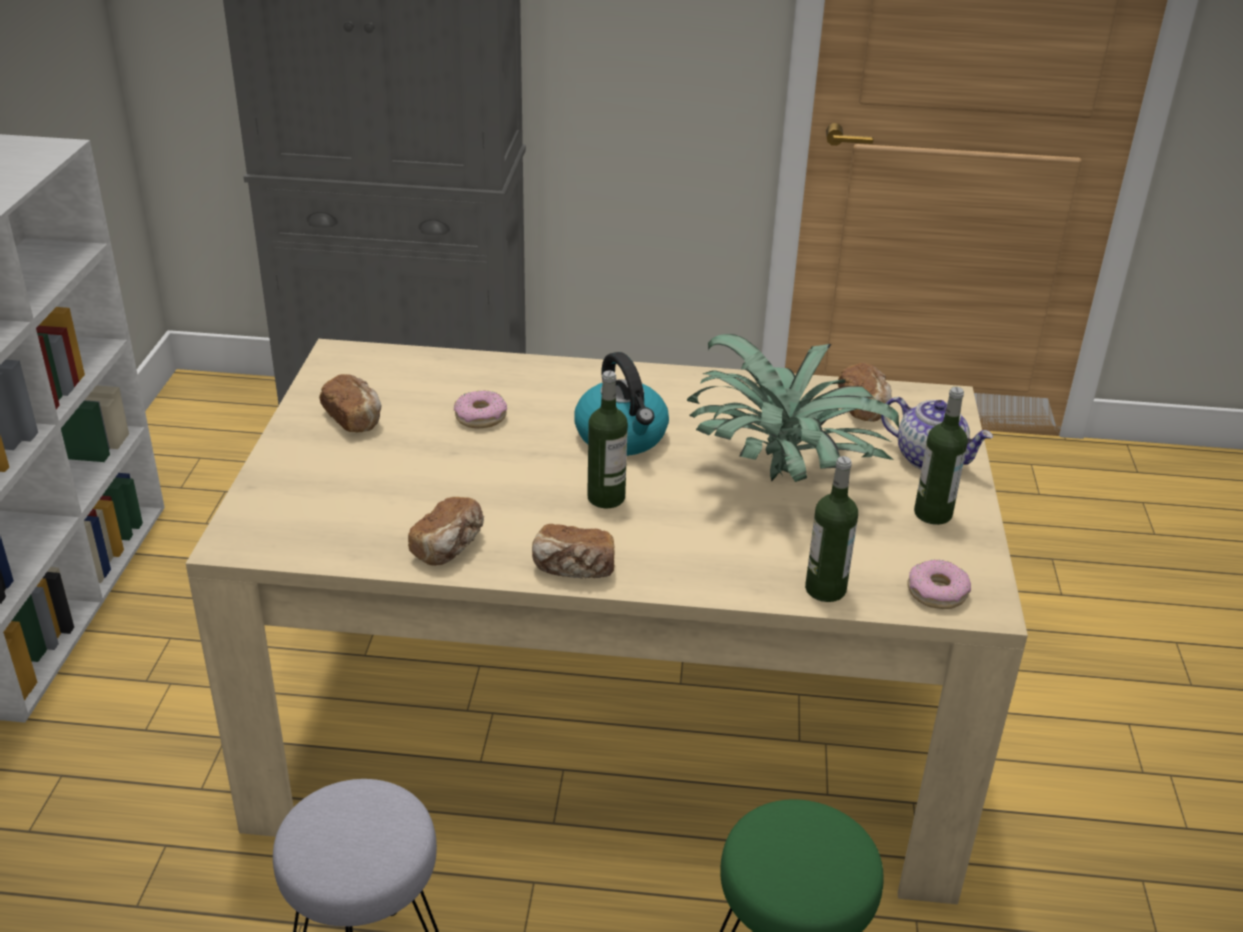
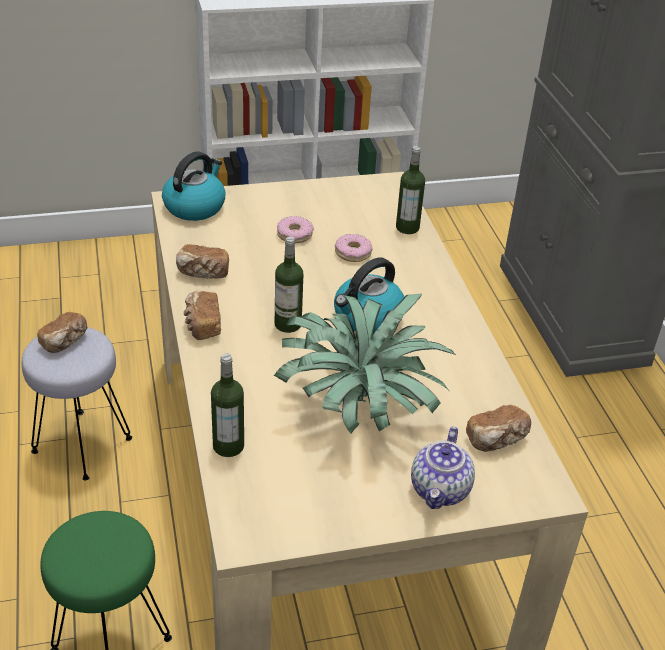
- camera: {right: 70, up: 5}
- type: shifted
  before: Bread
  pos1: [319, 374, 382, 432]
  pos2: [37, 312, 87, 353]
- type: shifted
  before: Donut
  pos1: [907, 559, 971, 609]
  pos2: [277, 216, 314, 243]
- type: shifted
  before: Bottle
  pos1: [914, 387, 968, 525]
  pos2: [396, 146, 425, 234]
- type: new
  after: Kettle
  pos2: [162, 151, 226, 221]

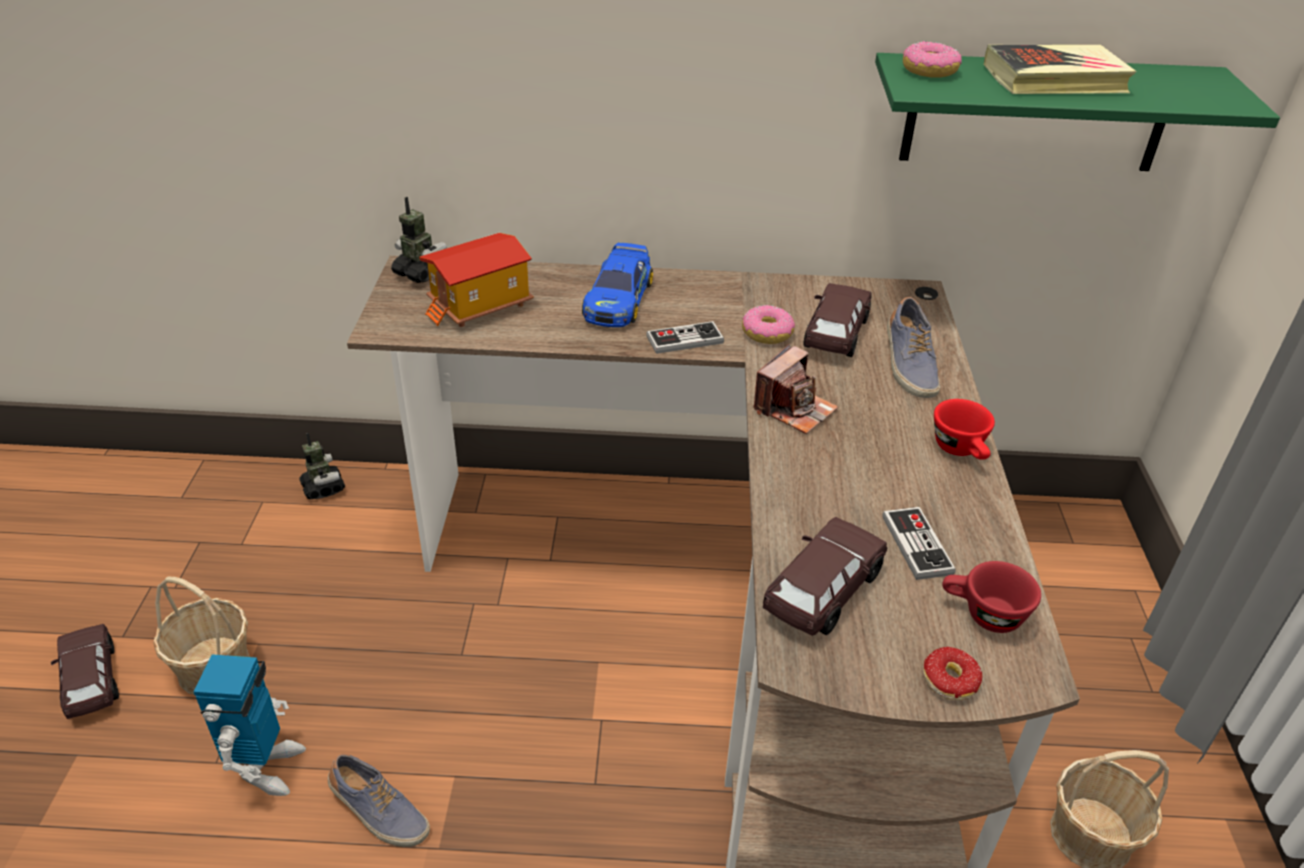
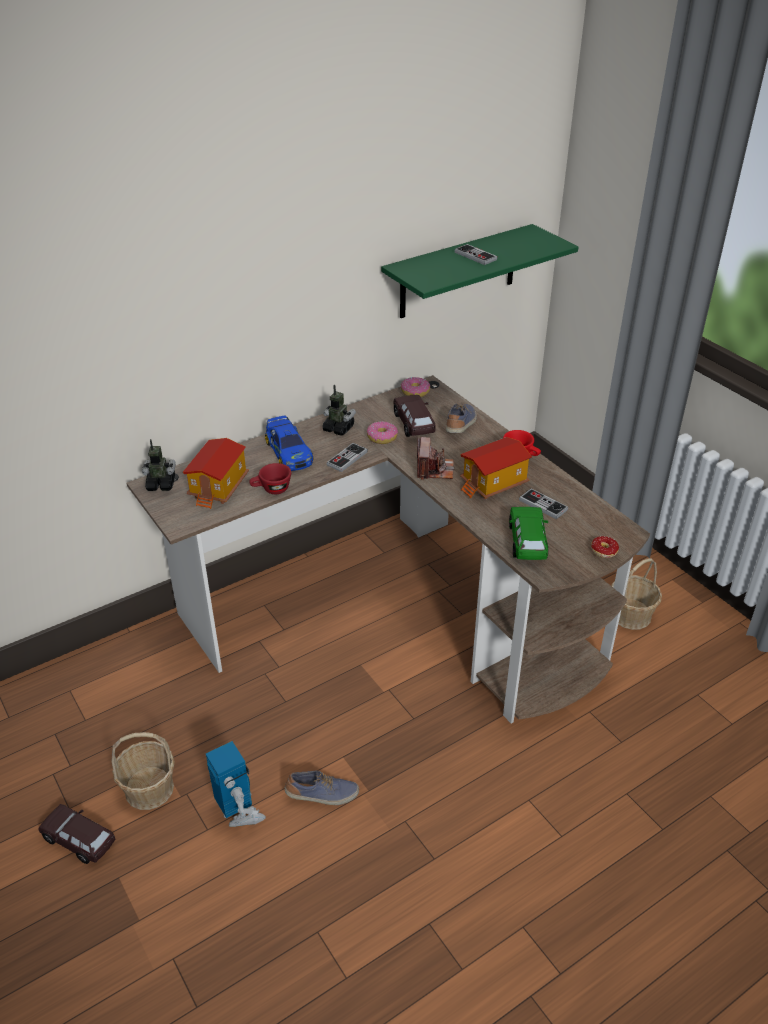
- camera: {right: -35, up: 0}
- type: shifted
  before: ToyRobot
  pos1: [299, 433, 345, 499]
  pos2: [322, 385, 356, 436]
- type: repainted
  before: BrownToyCar
  after: GreenToyCar
  pos1: [763, 517, 887, 636]
  pos2: [509, 507, 548, 560]
- type: rotated
  before: Shoe
  pos1: [887, 297, 940, 398]
  pos2: [446, 403, 477, 433]
  turn: -120
- type: shifted
  before: Donut
  pos1: [903, 41, 962, 78]
  pos2: [401, 377, 430, 397]
- type: shifted
  before: RedCup
  pos1: [942, 561, 1041, 633]
  pos2: [249, 463, 291, 494]
- type: swapped
  before: Book
  after: GameController
  pos1: [983, 45, 1137, 94]
  pos2: [455, 244, 497, 265]
- type: new
  after: ToyHouse
  pos2: [460, 437, 532, 499]

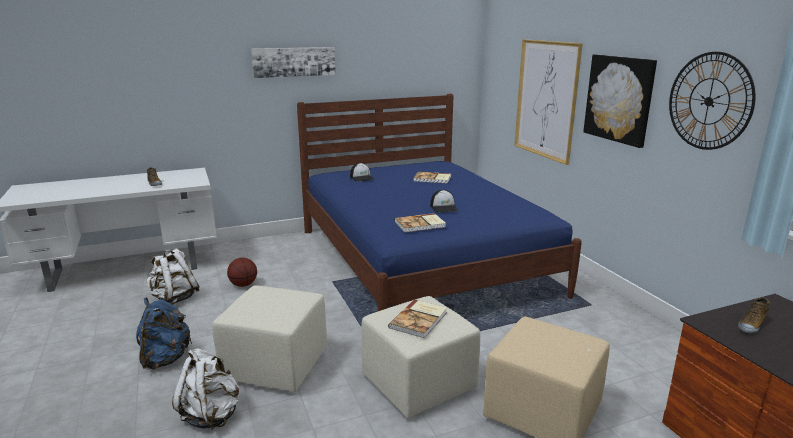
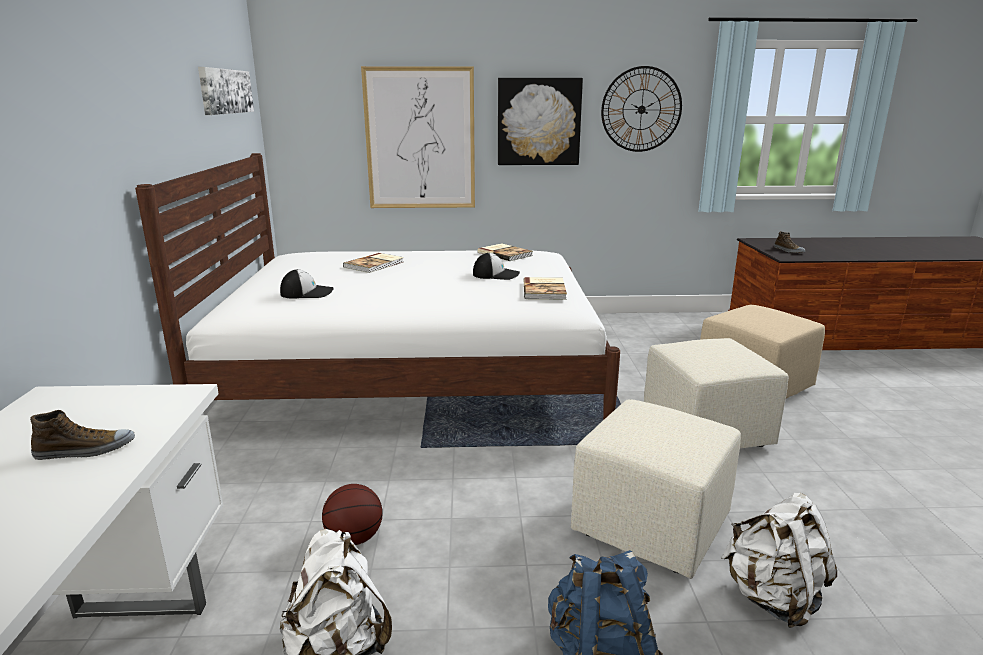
- camera: {right: -70, up: 0}
- type: shifted
  before: Picture
  pos1: [251, 47, 336, 78]
  pos2: [198, 67, 254, 115]
- type: repainted
  before: BlueBed
  after: WhiteBed
  pos1: [297, 94, 582, 311]
  pos2: [135, 153, 620, 420]
- type: shifted
  before: Book
  pos1: [388, 299, 447, 338]
  pos2: [477, 243, 533, 261]

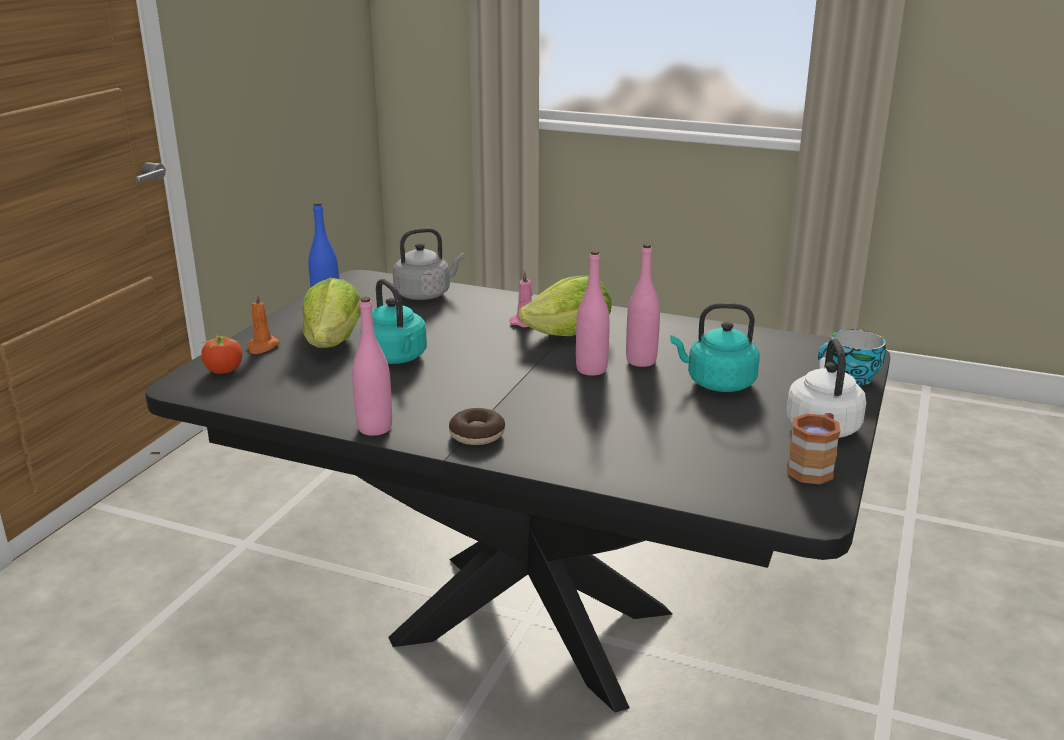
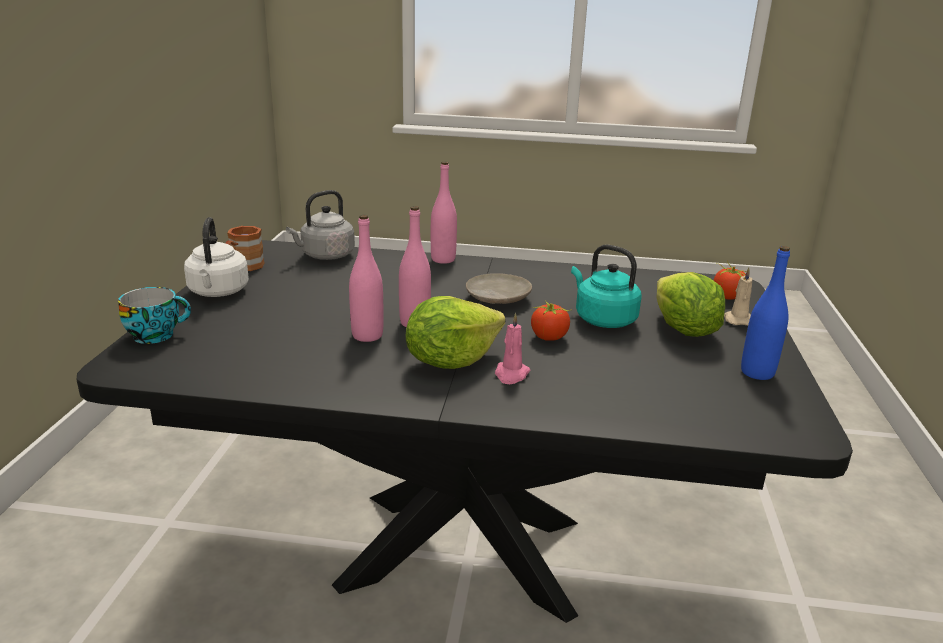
- camera: {right: 165, up: 0}
- type: repainted
  before: OrangeCandle
  after: BeigeCandle
  pos1: [247, 292, 280, 354]
  pos2: [724, 267, 752, 326]
- type: shifted
  before: PinkBottle
  pos1: [352, 297, 392, 436]
  pos2: [431, 162, 457, 264]
- type: shifted
  before: GreyKettle
  pos1: [393, 228, 465, 300]
  pos2: [286, 190, 355, 260]
- type: gone
  before: Donut
  pos1: [449, 408, 505, 445]
- type: gone
  before: TurquoiseKettle
  pos1: [671, 303, 760, 392]
- type: new
  after: BeigePlate
  pos2: [466, 273, 532, 304]
- type: new
  after: Tomato
  pos2: [531, 300, 570, 341]

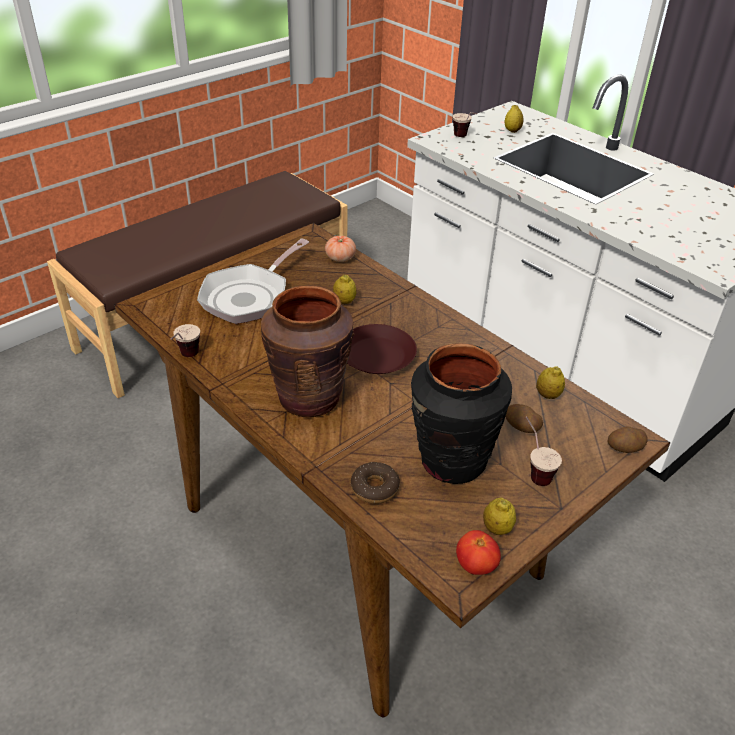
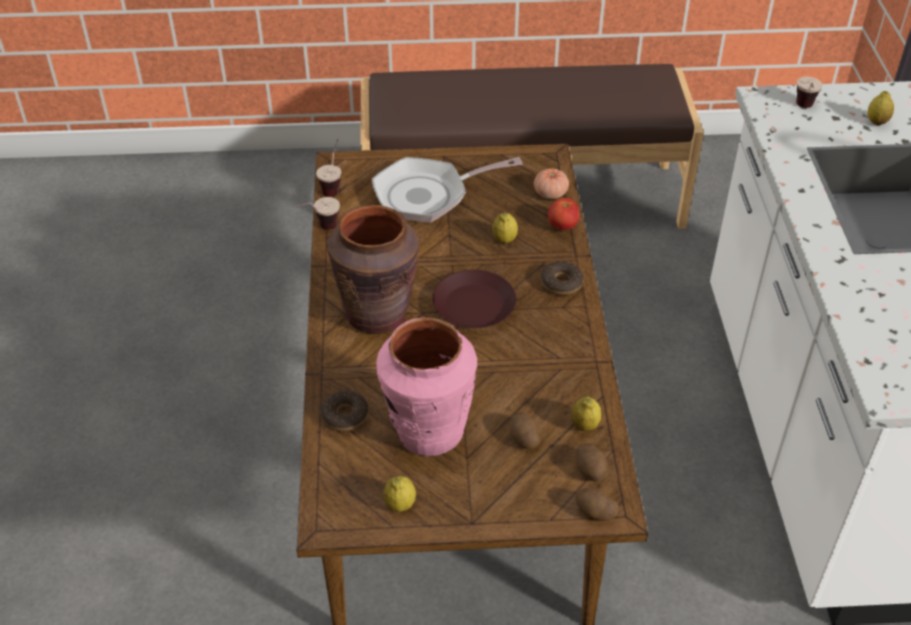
- camera: {right: 40, up: 5}
- type: repainted
  before: BlackVase
  after: PinkVase
  pos1: [411, 343, 512, 484]
  pos2: [376, 317, 477, 456]
- type: shifted
  before: Tomato
  pos1: [456, 530, 501, 575]
  pos2: [548, 198, 579, 230]
- type: shifted
  before: Cup
  pos1: [526, 416, 562, 486]
  pos2: [316, 139, 341, 196]
- type: new
  after: Donut
  pos2: [541, 261, 584, 295]
- type: new
  after: Potato
  pos2: [575, 444, 607, 481]

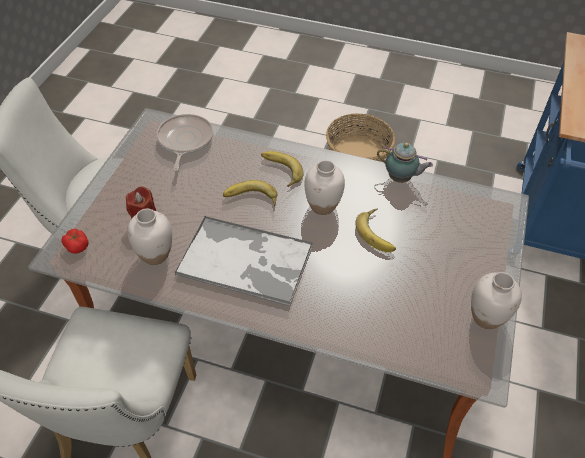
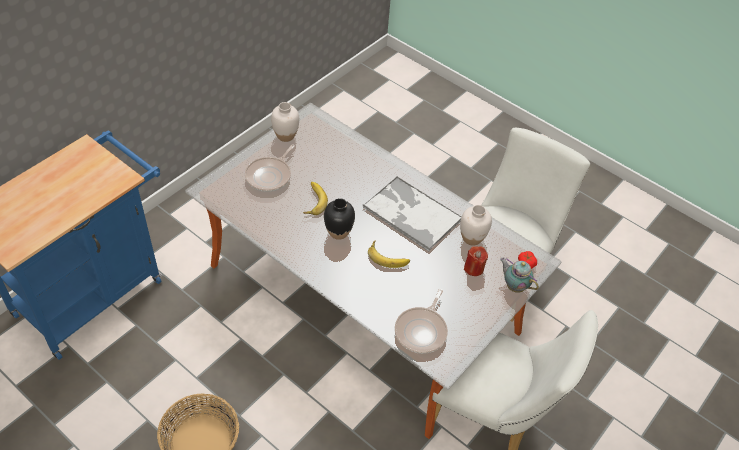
- camera: {right: -160, up: 0}
- type: gone
  before: Banana
  pos1: [261, 151, 304, 187]
- type: repainted
  before: WhiteVase
  after: BlackVase
  pos1: [304, 160, 345, 215]
  pos2: [324, 198, 355, 240]
- type: shifted
  before: Teapot
  pos1: [377, 142, 433, 183]
  pos2: [500, 258, 539, 293]
- type: new
  after: FryingPan
  pos2: [245, 144, 295, 192]

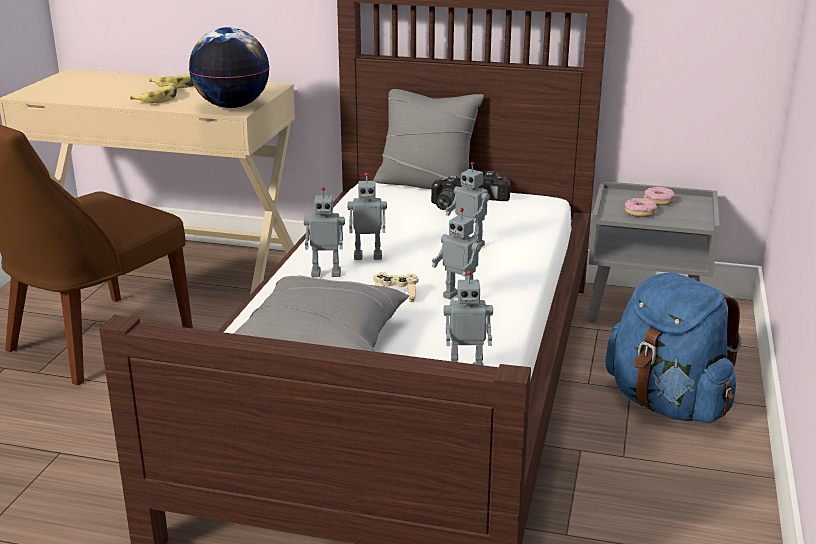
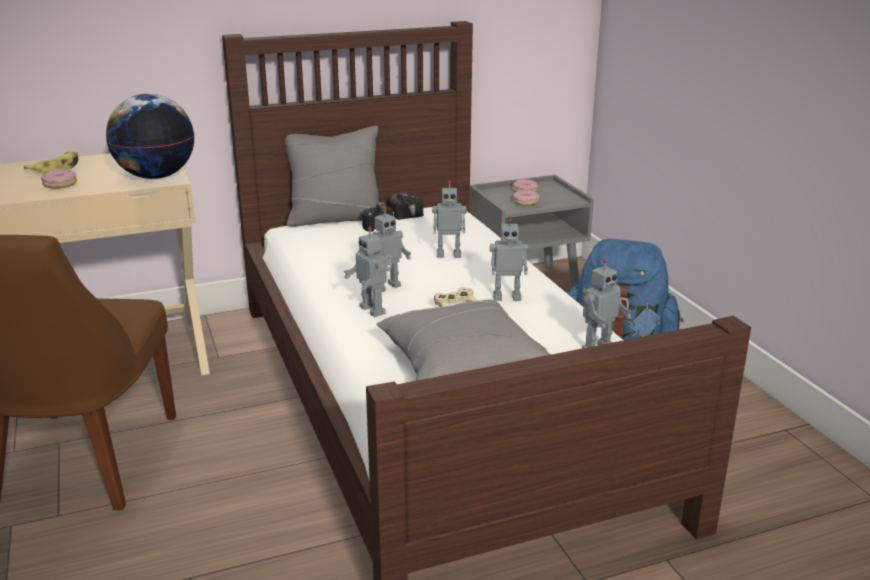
- camera: {right: -35, up: 0}
- type: swapped
  before: Banana
  after: Donut
  pos1: [130, 83, 177, 103]
  pos2: [41, 169, 77, 189]
- type: rotated
  before: ToyRobot
  pos1: [304, 187, 345, 277]
  pos2: [344, 227, 392, 317]
  turn: 90

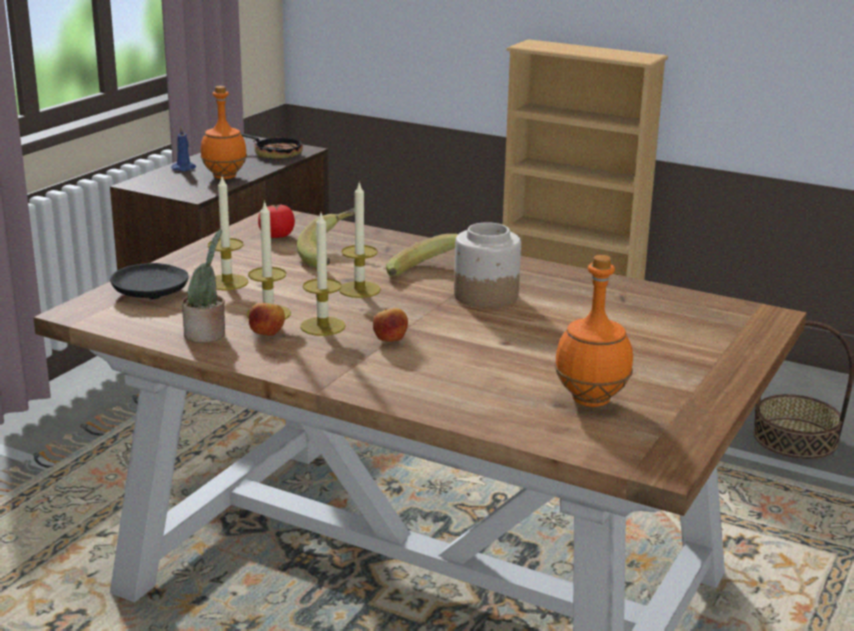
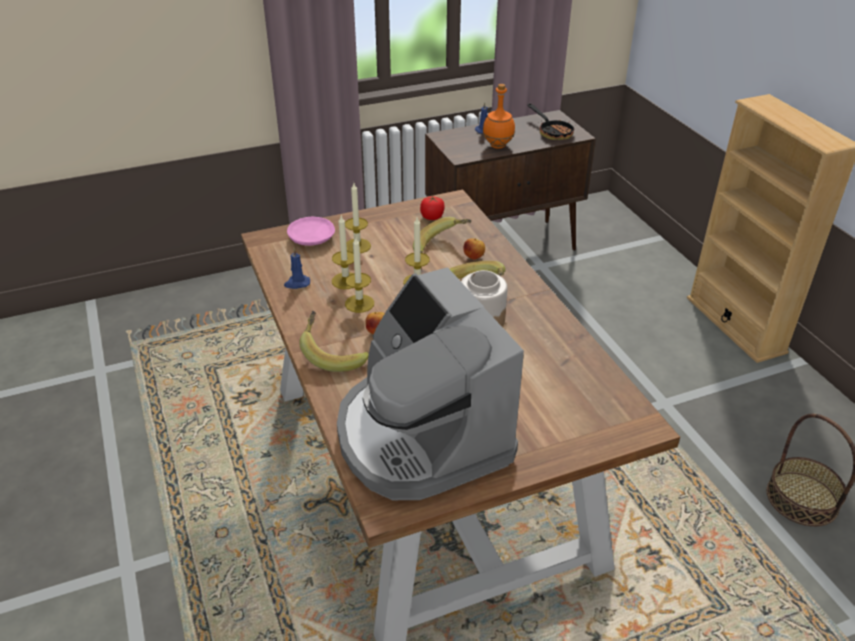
- camera: {right: 40, up: 15}
- type: repainted
  before: BlackPlate
  after: PinkPlate
  pos1: [110, 263, 189, 299]
  pos2: [287, 217, 335, 246]
- type: swapped
  before: PottedPlant
  after: BlueCandle
  pos1: [182, 229, 225, 343]
  pos2: [284, 248, 310, 289]
- type: shifted
  before: Apple
  pos1: [249, 301, 285, 337]
  pos2: [463, 238, 485, 260]
- type: swapped
  before: OrangeBottle
  after: CoffeeMachine
  pos1: [554, 255, 633, 407]
  pos2: [337, 267, 524, 500]
- type: new
  after: Banana
  pos2: [299, 311, 369, 372]

